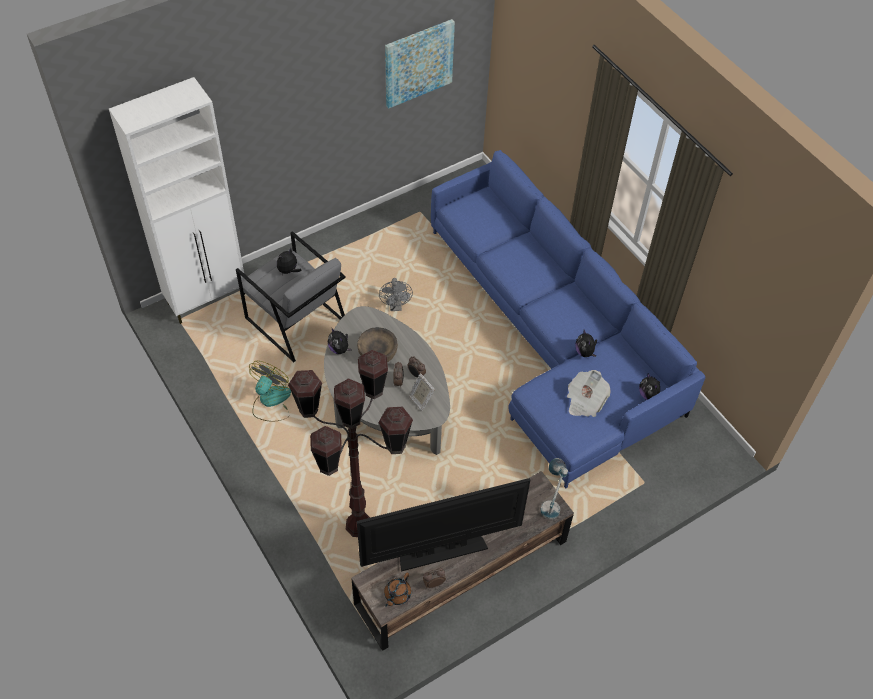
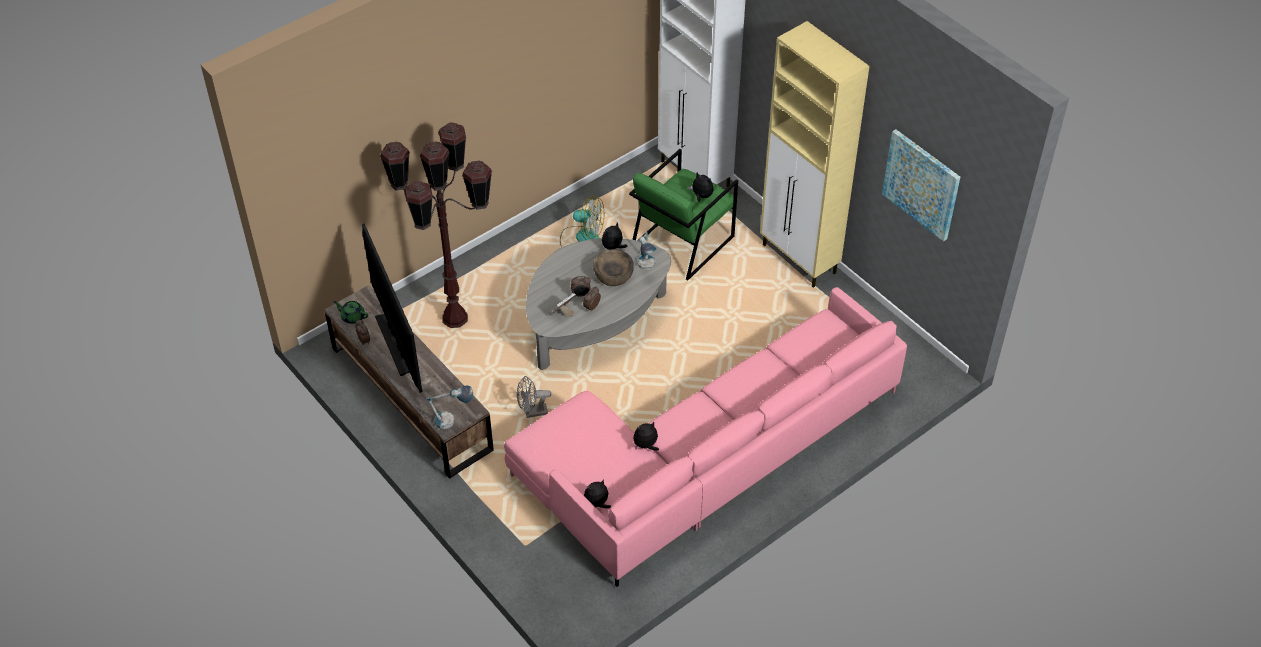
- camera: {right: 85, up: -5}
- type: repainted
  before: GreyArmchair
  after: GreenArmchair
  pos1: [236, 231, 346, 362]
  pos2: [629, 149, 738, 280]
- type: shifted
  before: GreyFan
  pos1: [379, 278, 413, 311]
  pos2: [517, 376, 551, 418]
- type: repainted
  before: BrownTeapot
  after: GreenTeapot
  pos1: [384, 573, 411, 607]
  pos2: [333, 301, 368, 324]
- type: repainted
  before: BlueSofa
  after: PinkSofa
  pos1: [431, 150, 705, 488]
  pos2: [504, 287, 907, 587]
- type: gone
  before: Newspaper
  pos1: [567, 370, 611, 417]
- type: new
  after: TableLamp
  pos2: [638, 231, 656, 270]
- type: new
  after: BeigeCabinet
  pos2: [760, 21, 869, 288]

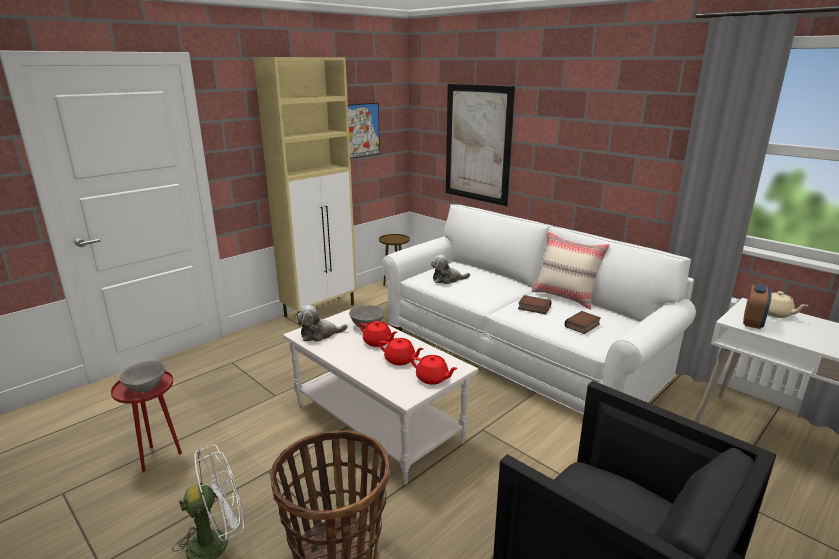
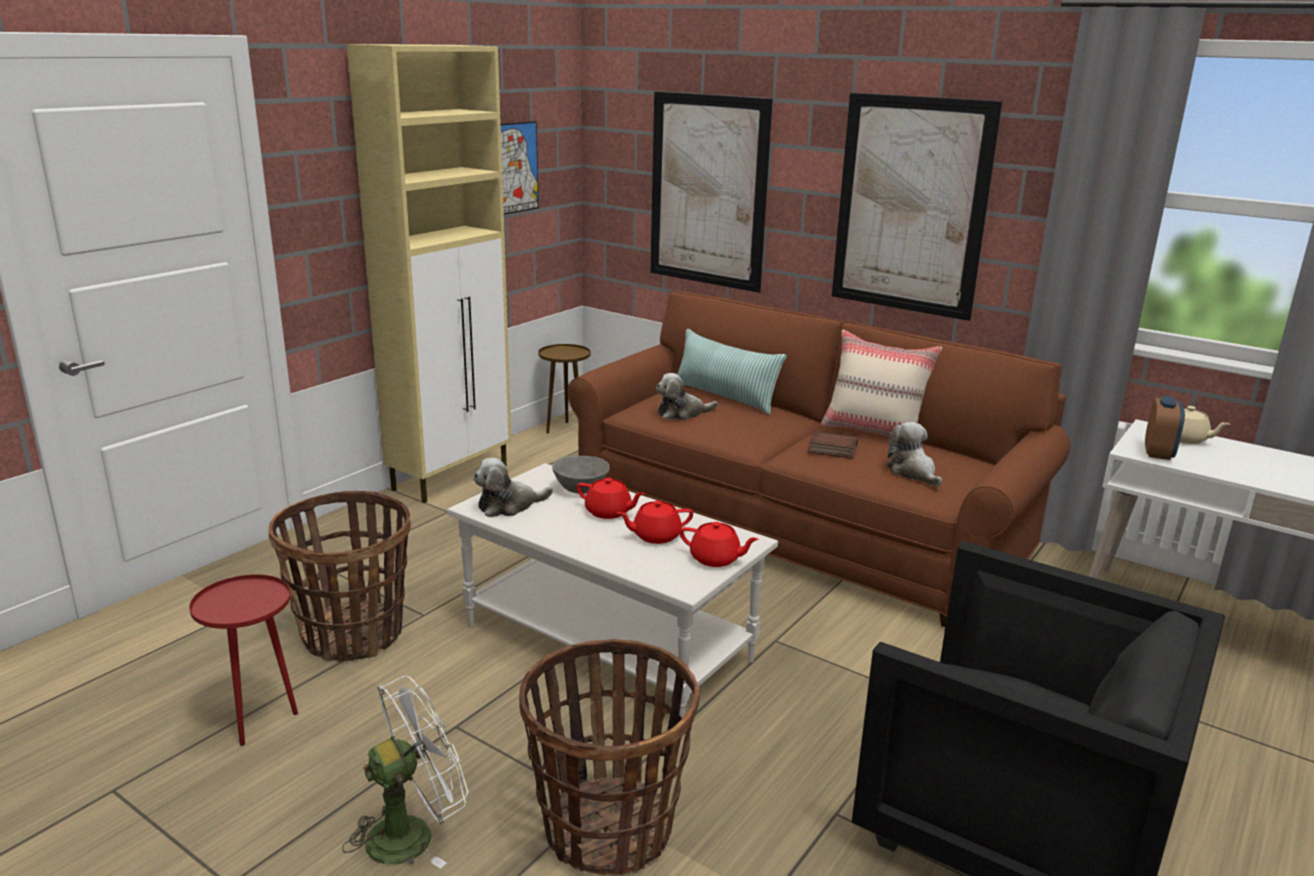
- camera: {right: -10, up: 0}
- type: gone
  before: GreyBowl
  pos1: [119, 361, 166, 393]
- type: rotated
  before: RedTeapot
  pos1: [379, 338, 424, 365]
  pos2: [617, 500, 693, 544]
  turn: 150
- type: repainted
  before: WhiteSofa
  after: BrownSofa
  pos1: [382, 204, 696, 415]
  pos2: [568, 291, 1070, 627]
- type: swapped
  before: Book
  after: PlushToy
  pos1: [565, 311, 601, 334]
  pos2: [887, 422, 942, 486]
- type: new
  after: Basket
  pos2: [269, 491, 411, 662]
- type: new
  after: Pillow
  pos2: [677, 329, 787, 415]
- type: new
  after: Picture
  pos2: [832, 92, 1003, 321]

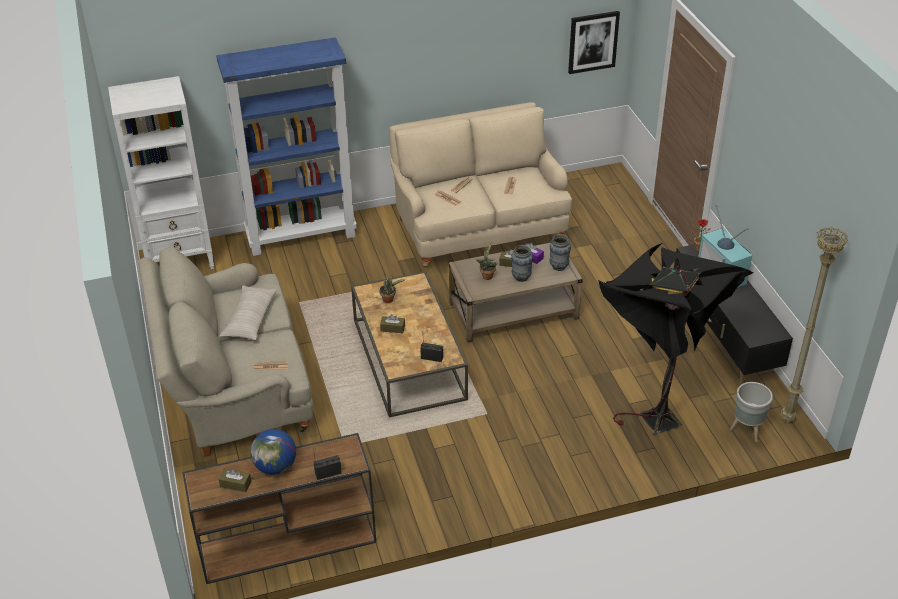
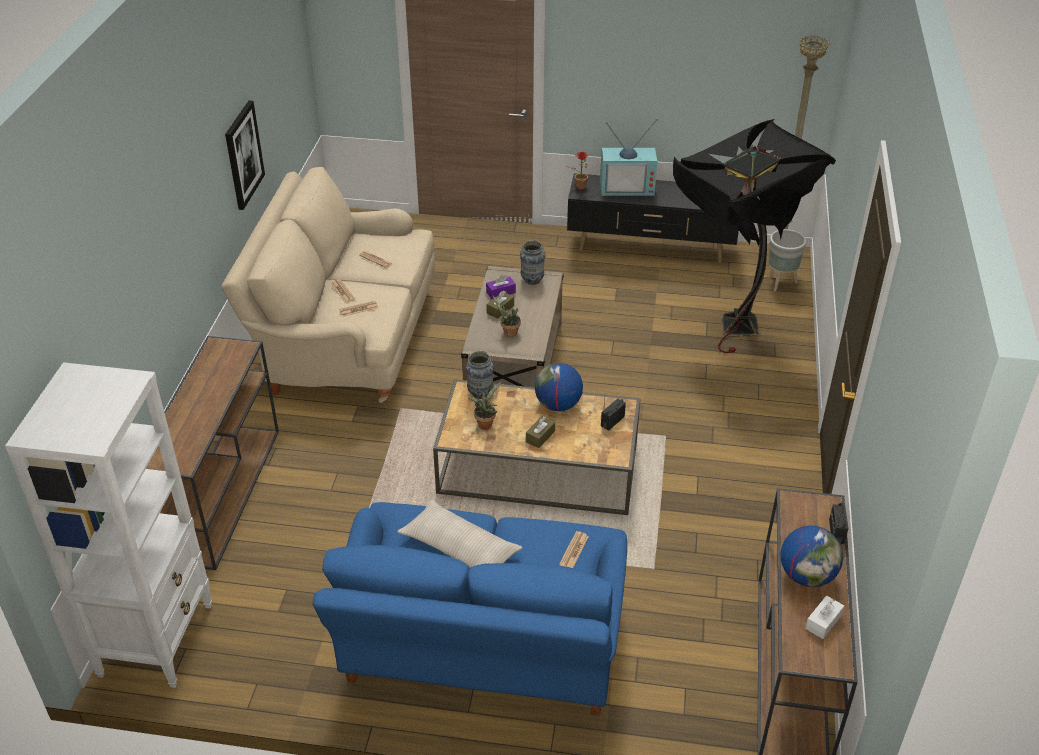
- camera: {right: -65, up: 0}
- type: repainted
  before: BeigeSofa
  after: BlueSofa
  pos1: [138, 246, 313, 457]
  pos2: [313, 502, 627, 716]
- type: swapped
  before: BlueBookcase
  after: BrownConsoleTable
  pos1: [216, 37, 357, 256]
  pos2: [146, 336, 279, 570]
- type: repainted
  before: BrownTissueBox
  after: WhiteTissueBox
  pos1: [219, 468, 251, 492]
  pos2: [805, 596, 844, 639]
- type: shifted
  before: Vase
  pos1: [511, 245, 533, 282]
  pos2: [466, 351, 494, 399]
- type: shifted
  before: Picture
  pos1: [568, 11, 620, 74]
  pos2: [225, 101, 265, 210]
- type: new
  after: Globe
  pos2: [535, 363, 583, 411]

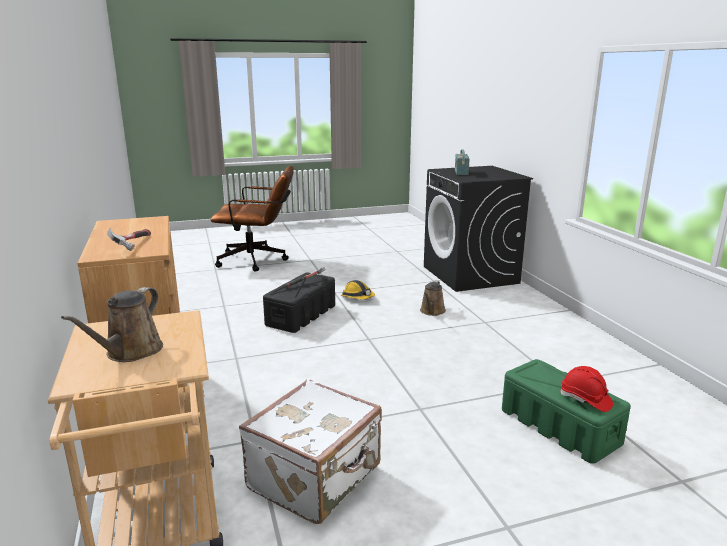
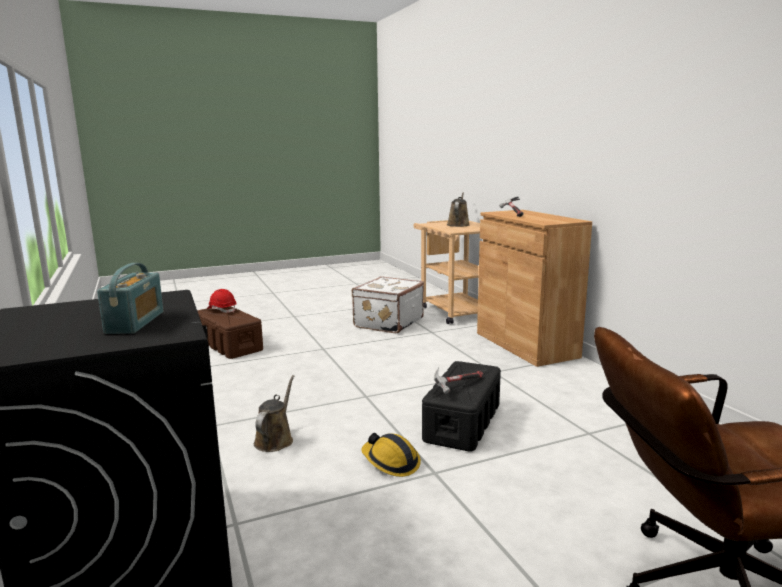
- camera: {right: 175, up: -5}
- type: repainted
  before: GreenStorageBox
  after: BrownStorageBox
  pos1: [502, 359, 631, 464]
  pos2: [197, 306, 263, 359]

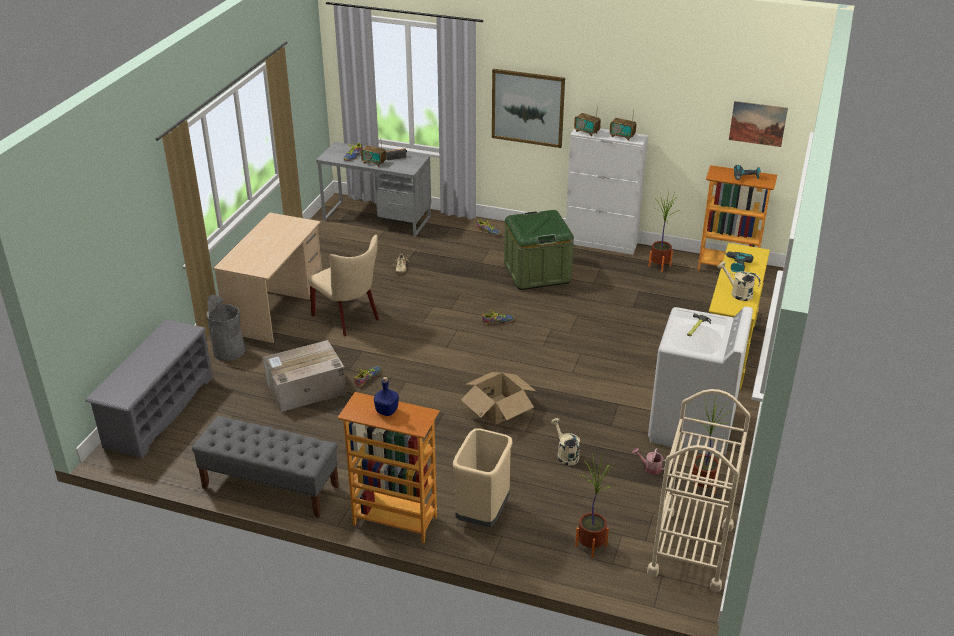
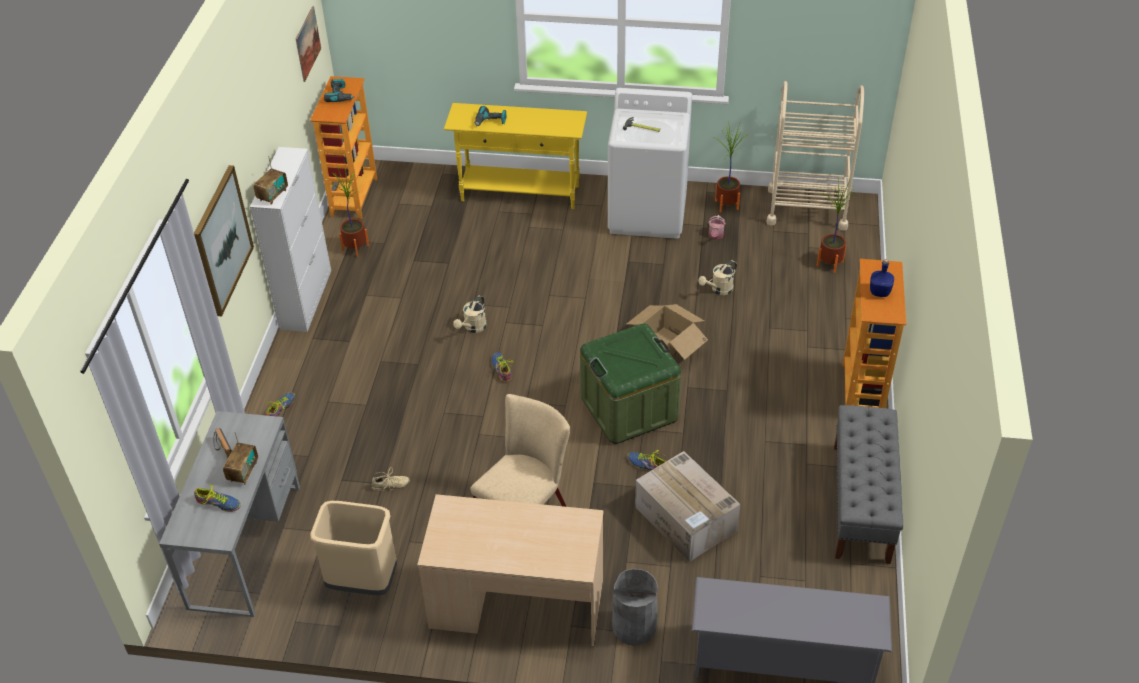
- camera: {right: -100, up: 10}
- type: shifted
  before: BeigeTrashCan
  pos1: [453, 428, 512, 527]
  pos2: [310, 501, 397, 595]
- type: shifted
  before: GreenStorageBox
  pos1: [504, 210, 574, 290]
  pos2: [580, 324, 681, 444]
- type: gone
  before: Radio
  pos1: [610, 109, 636, 141]
- type: shifted
  before: BeigeWateringCan
  pos1: [718, 261, 761, 301]
  pos2: [453, 295, 487, 333]

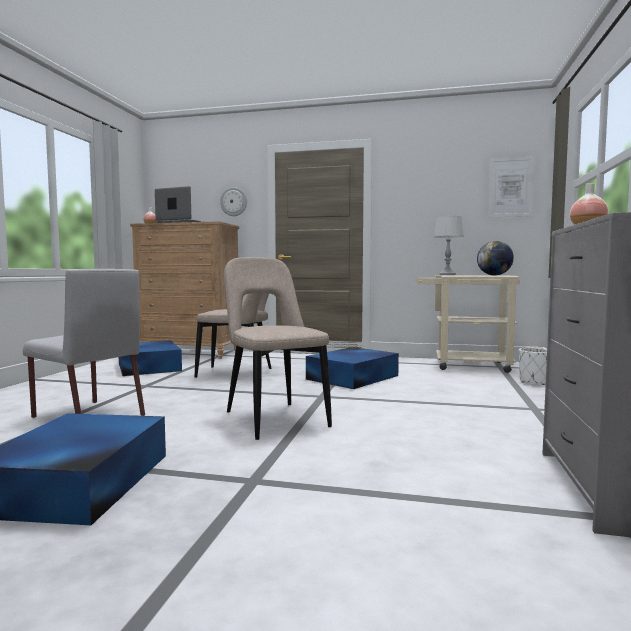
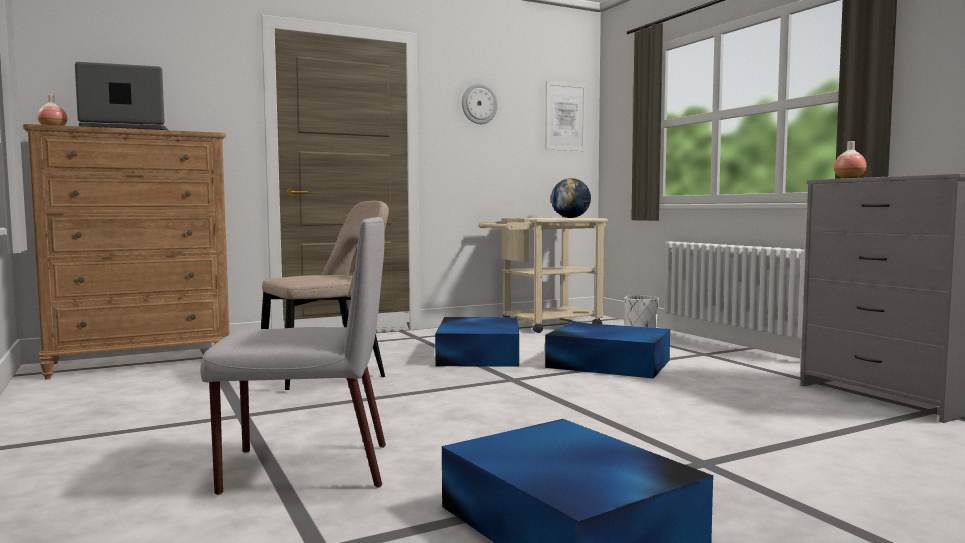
- camera: {right: -40, up: 0}
- type: shifted
  before: BlueStorageBox
  pos1: [119, 340, 182, 376]
  pos2: [545, 322, 670, 378]
- type: shifted
  before: WallClock
  pos1: [220, 187, 247, 216]
  pos2: [462, 83, 498, 124]
- type: gone
  before: BeigeChair
  pos1: [224, 257, 332, 440]
- type: gone
  before: GreyTableLamp
  pos1: [434, 216, 464, 275]

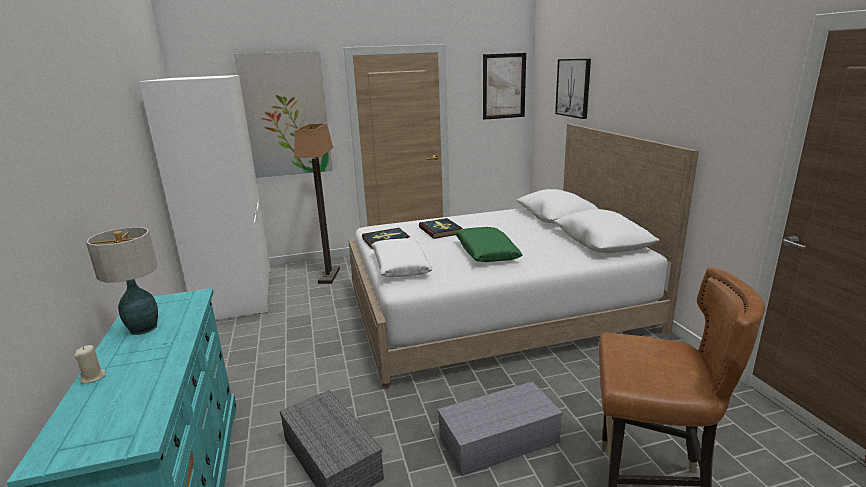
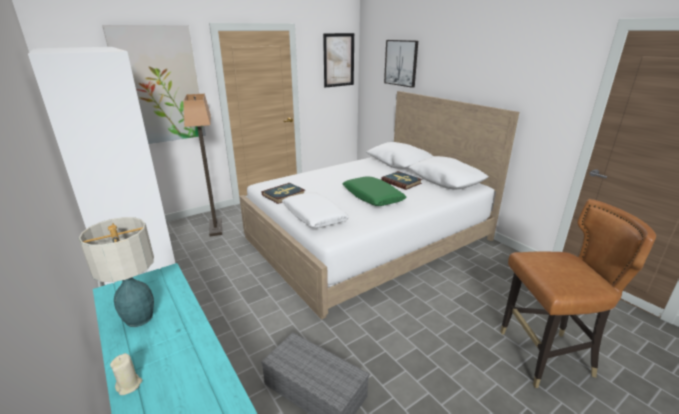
- camera: {right: -20, up: 5}
- type: shifted
  before: Book
  pos1: [419, 218, 463, 239]
  pos2: [381, 171, 422, 190]
- type: gone
  before: GreyStorageBox
  pos1: [438, 381, 563, 476]

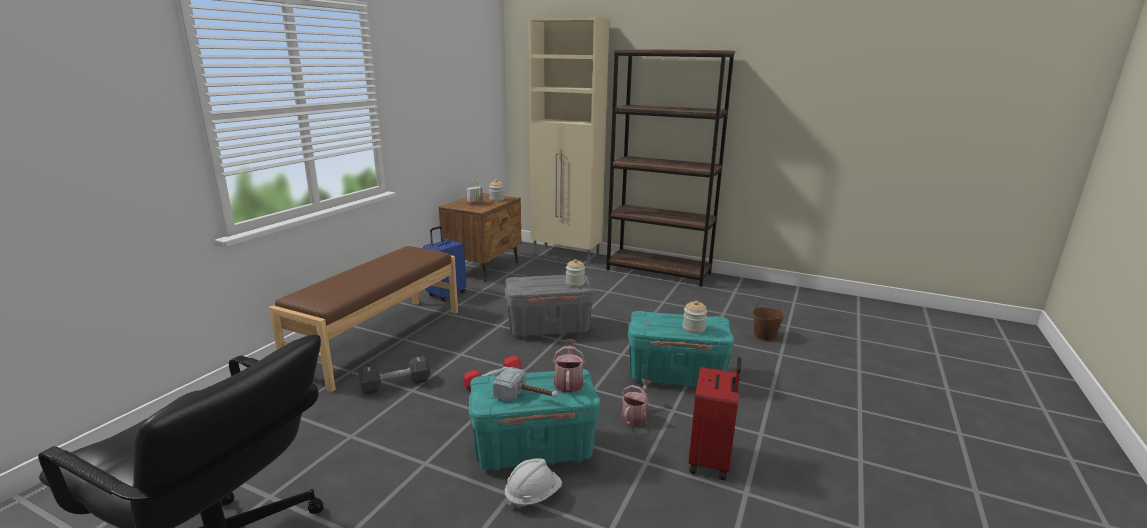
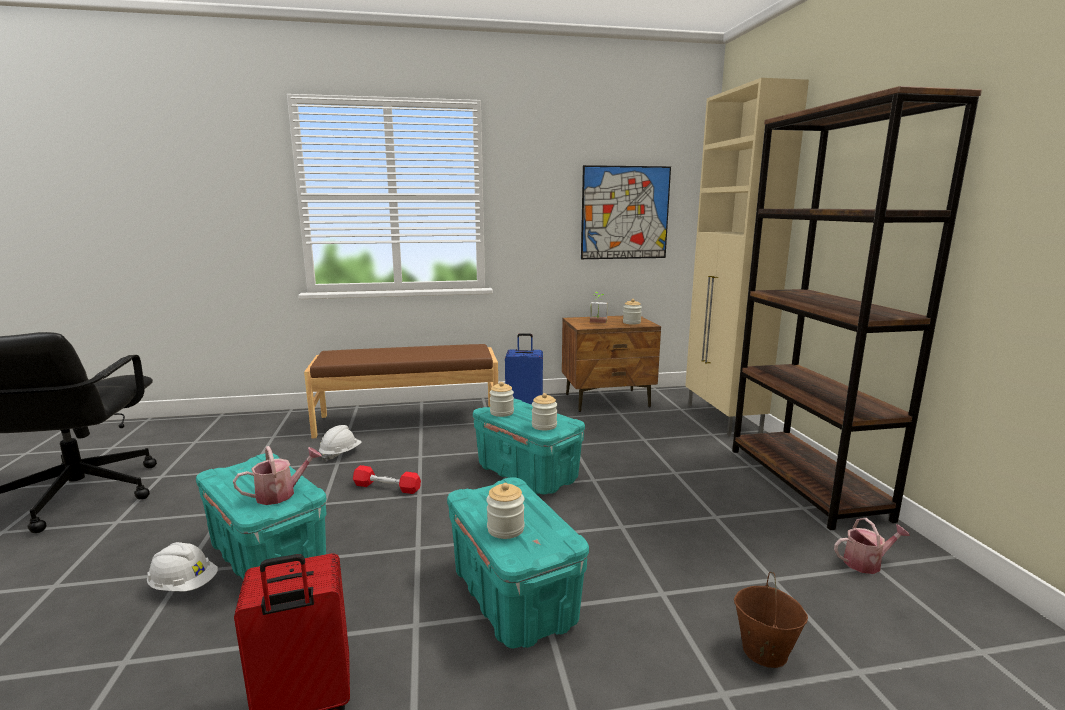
- camera: {right: 55, up: -5}
- type: swapped
  before: BlackDumbbell
  after: WhiteHardHat
  pos1: [359, 356, 430, 394]
  pos2: [319, 425, 362, 462]
- type: gone
  before: Hammer
  pos1: [493, 367, 559, 401]
- type: repainted
  before: GreyStorageBox
  after: TurquoiseStorageBox
  pos1: [505, 275, 594, 338]
  pos2: [473, 399, 585, 494]
- type: shifted
  before: WateringCan
  pos1: [621, 379, 652, 427]
  pos2: [834, 518, 910, 574]
- type: new
  after: Jar
  pos2: [490, 382, 514, 417]
- type: new
  after: Picture
  pos2: [581, 165, 671, 259]

